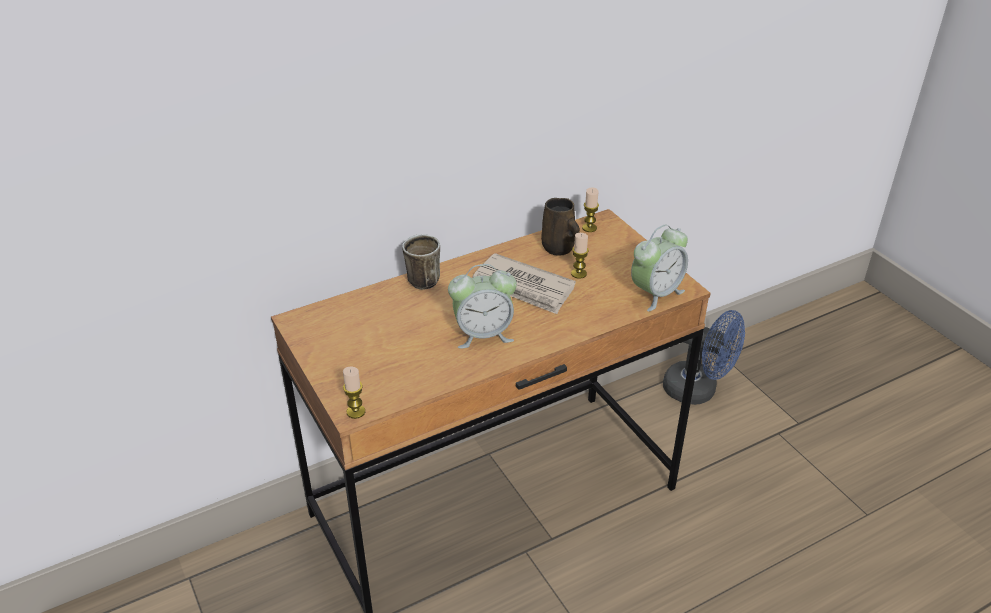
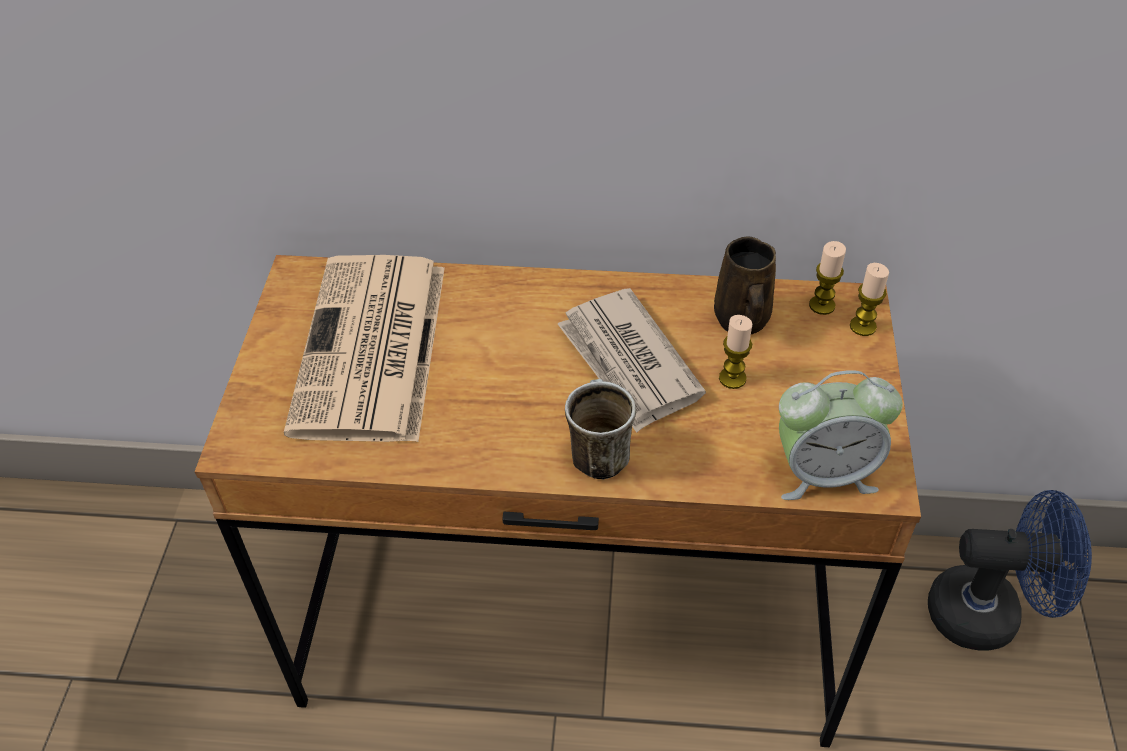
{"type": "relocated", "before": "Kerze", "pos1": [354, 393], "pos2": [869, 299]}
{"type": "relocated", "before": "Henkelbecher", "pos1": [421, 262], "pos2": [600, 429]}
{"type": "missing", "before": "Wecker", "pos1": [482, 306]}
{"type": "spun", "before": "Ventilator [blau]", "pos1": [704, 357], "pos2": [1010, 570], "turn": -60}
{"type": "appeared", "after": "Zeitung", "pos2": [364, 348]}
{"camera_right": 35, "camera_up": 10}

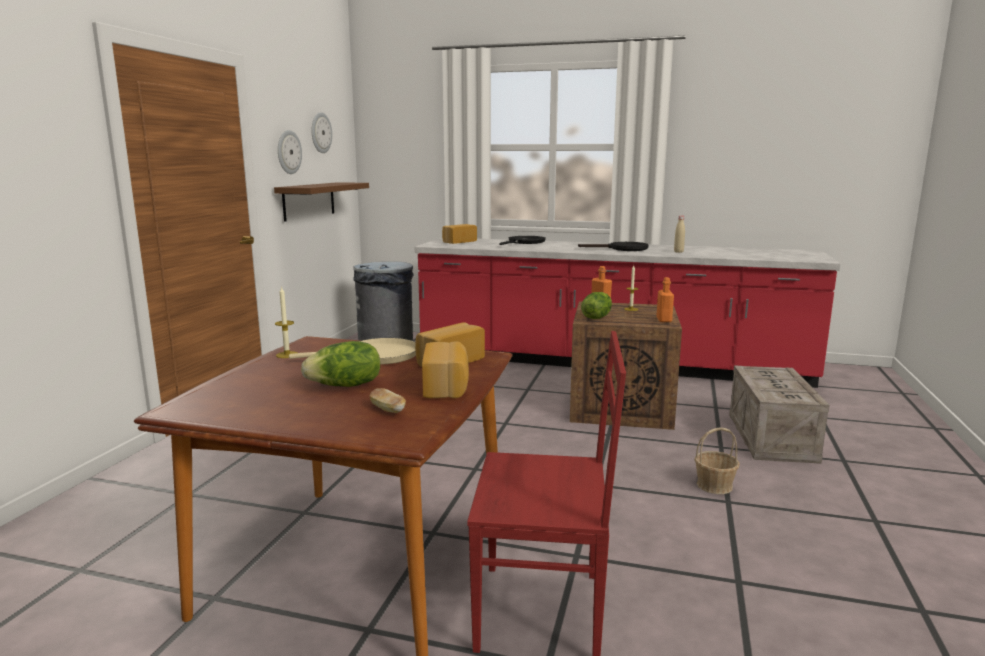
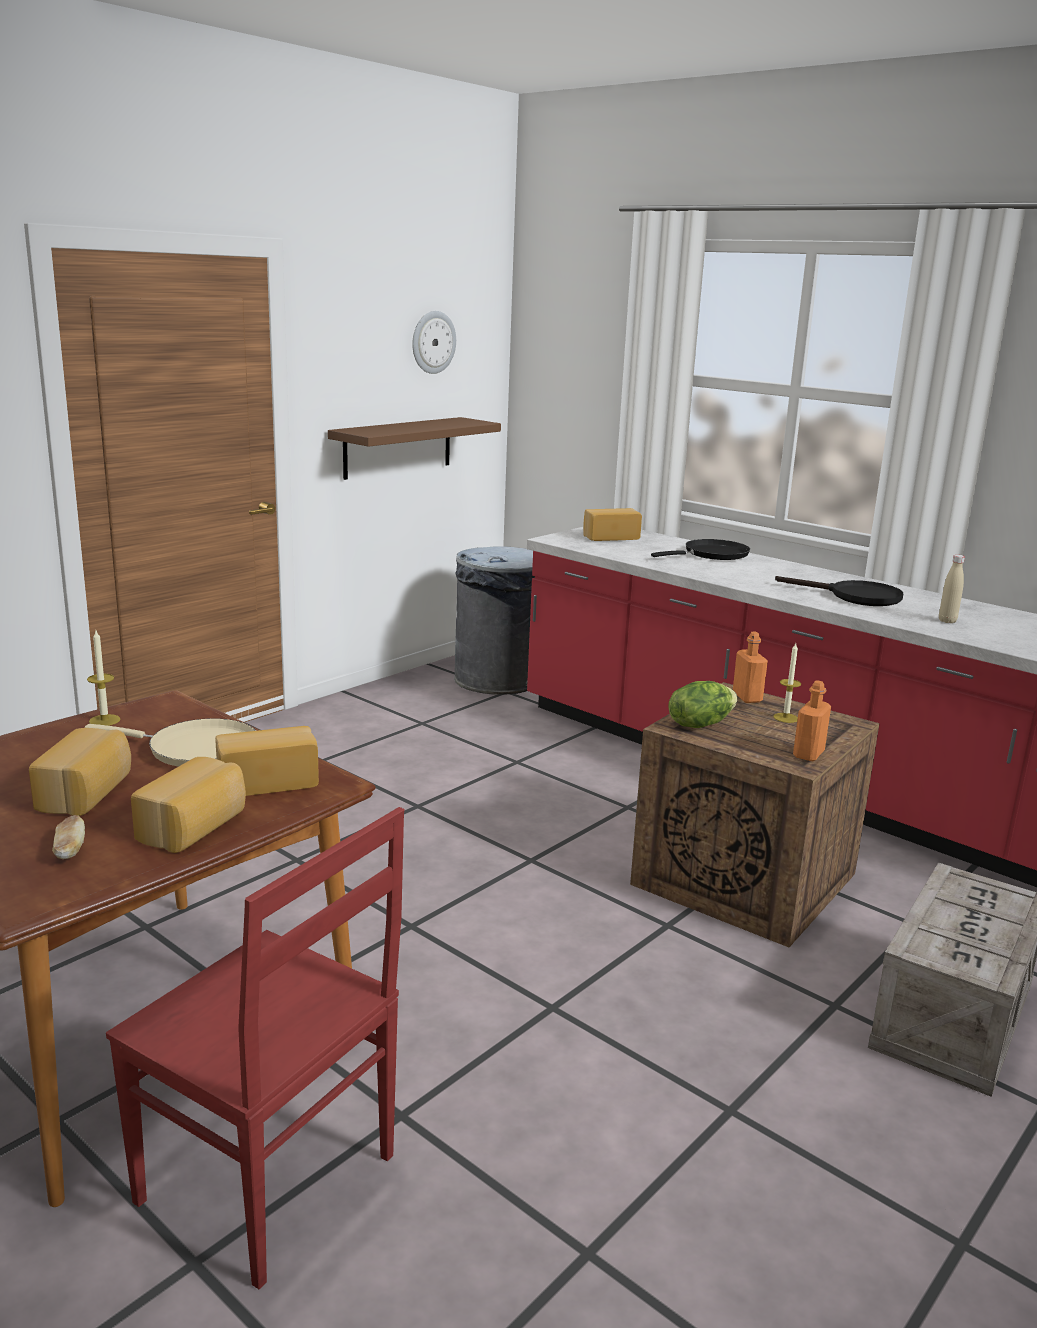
{"type": "missing", "before": "Wanduhr", "pos1": [290, 152]}
{"type": "exchanged", "before": "Salatkopf", "after": "Brot", "pos1": [340, 364], "pos2": [80, 772]}
{"type": "missing", "before": "Korb", "pos1": [717, 460]}
{"camera_right": 25, "camera_up": 5}

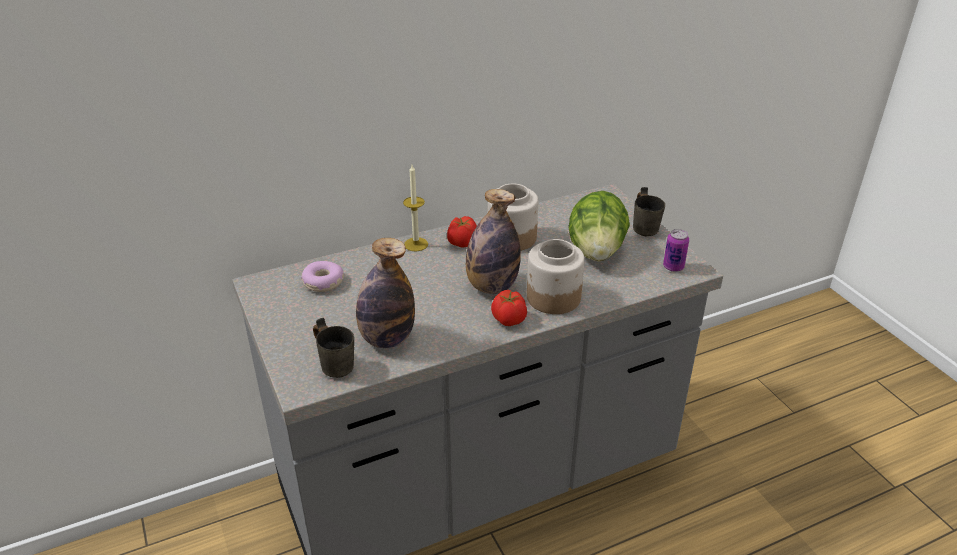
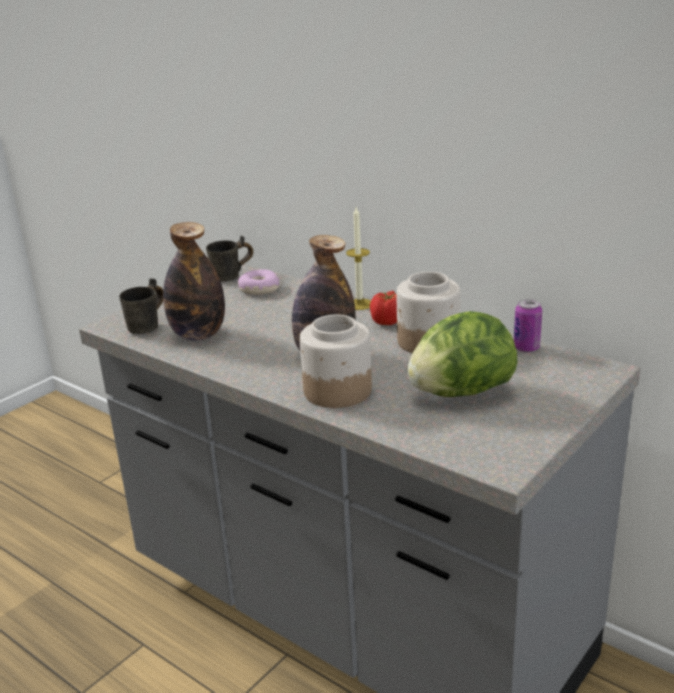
{"type": "missing", "before": "Tomate", "pos1": [509, 308]}
{"type": "relocated", "before": "Henkelbecher [grau]", "pos1": [649, 211], "pos2": [229, 258]}
{"type": "relocated", "before": "Dose", "pos1": [676, 250], "pos2": [528, 326]}
{"camera_right": 65, "camera_up": -10}

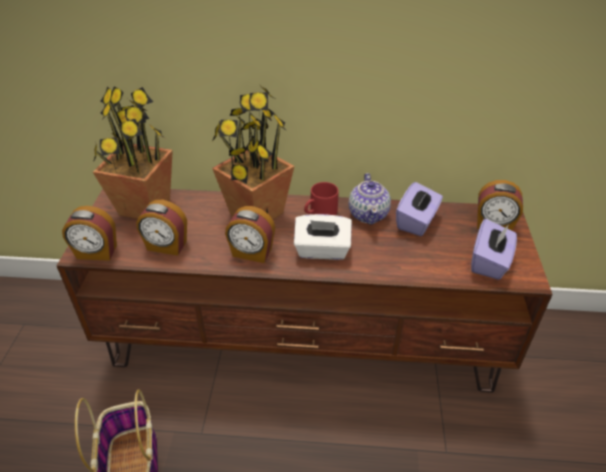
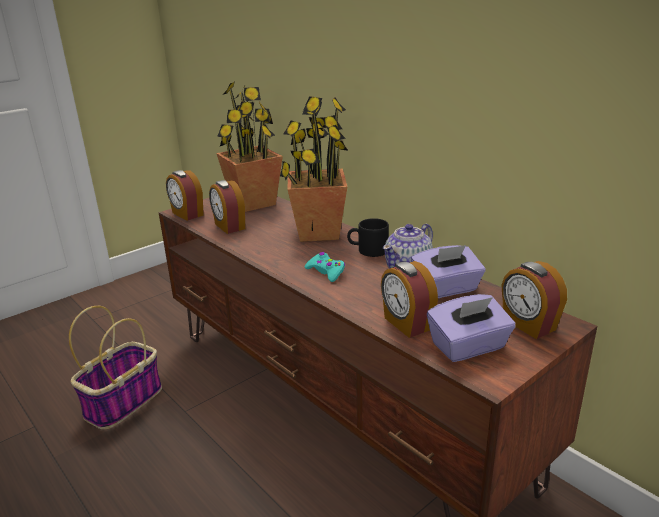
{"type": "relocated", "before": "Wecker", "pos1": [250, 234], "pos2": [409, 299]}
{"type": "exchanged", "before": "Taschentuchbox [weiß]", "after": "Gamepad [türkis]", "pos1": [323, 237], "pos2": [324, 267]}
{"type": "colour", "before": "Henkelbecher [rot]", "after": "Henkelbecher [schwarz]", "pos1": [321, 198], "pos2": [368, 237]}
{"camera_right": 45, "camera_up": -15}

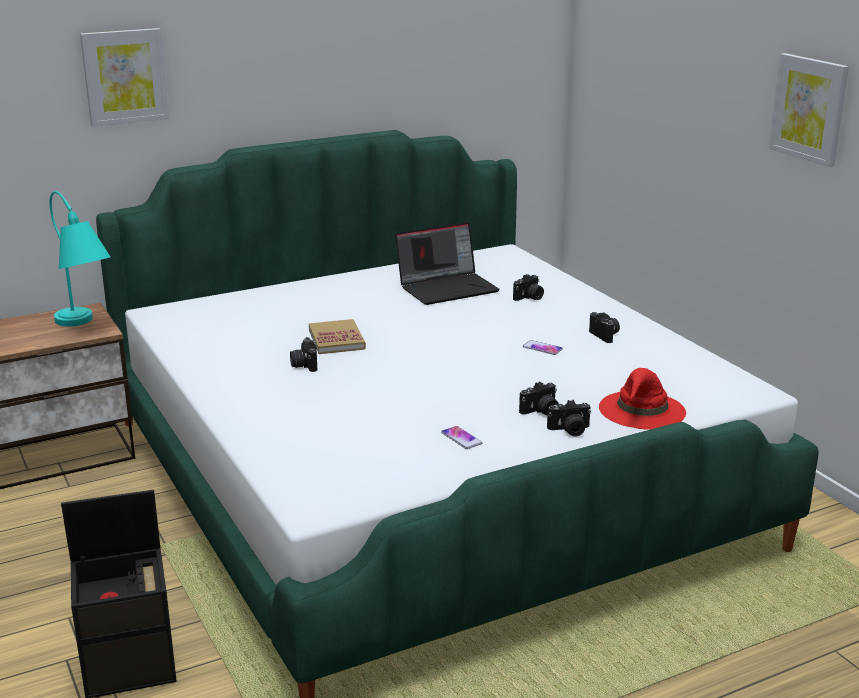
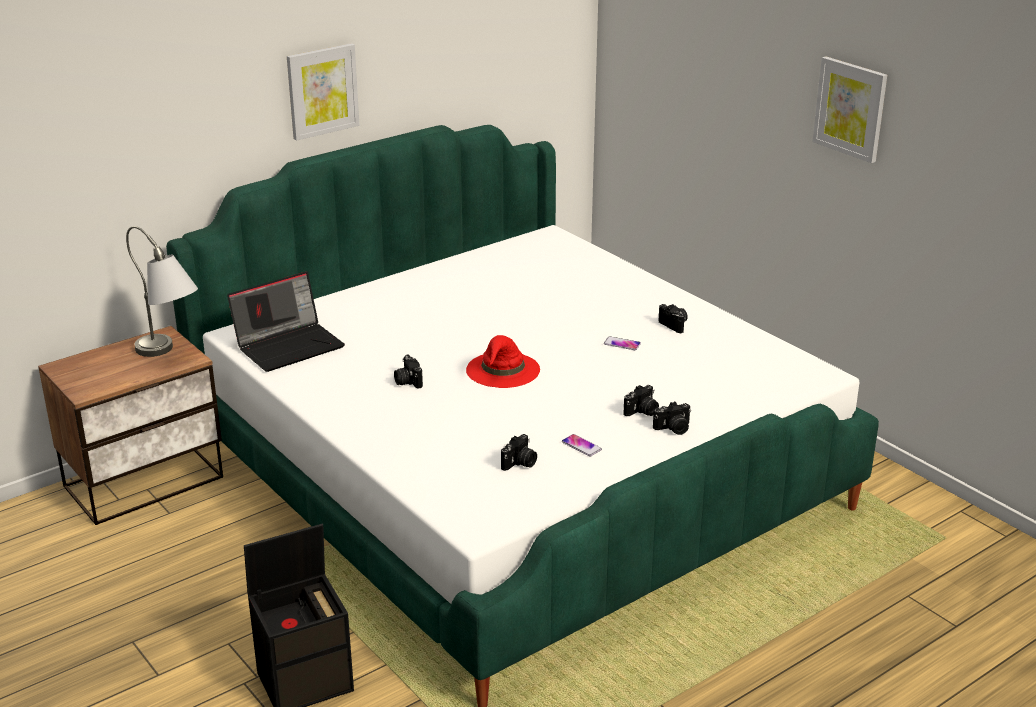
{"type": "colour", "before": "Tischlampe [türkis]", "after": "Tischlampe [grau]", "pos1": [80, 259], "pos2": [162, 291]}
{"type": "relocated", "before": "Bild", "pos1": [124, 77], "pos2": [323, 92]}
{"type": "missing", "before": "Buch", "pos1": [337, 336]}
{"type": "relocated", "before": "Laptop", "pos1": [447, 263], "pos2": [286, 321]}
{"type": "relocated", "before": "Kamera", "pos1": [528, 287], "pos2": [519, 452]}
{"type": "relocated", "before": "Hut [rot]", "pos1": [642, 399], "pos2": [503, 361]}
{"camera_right": -10, "camera_up": 5}

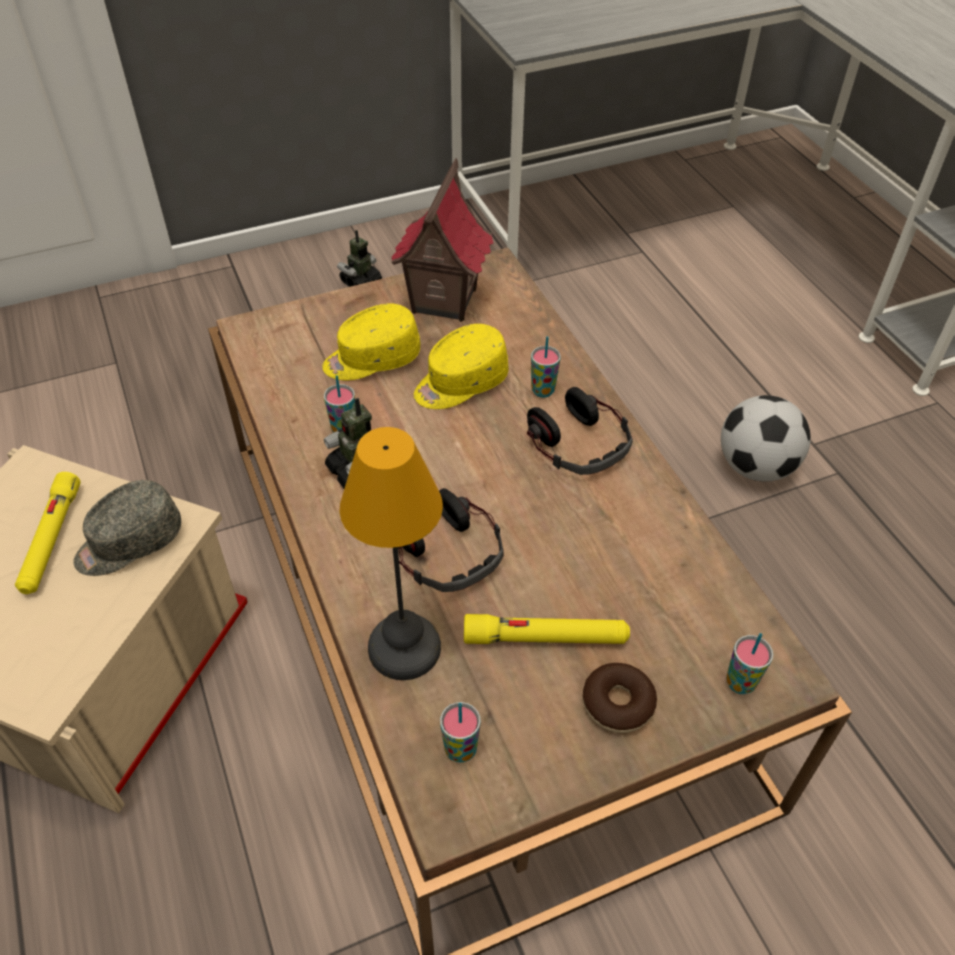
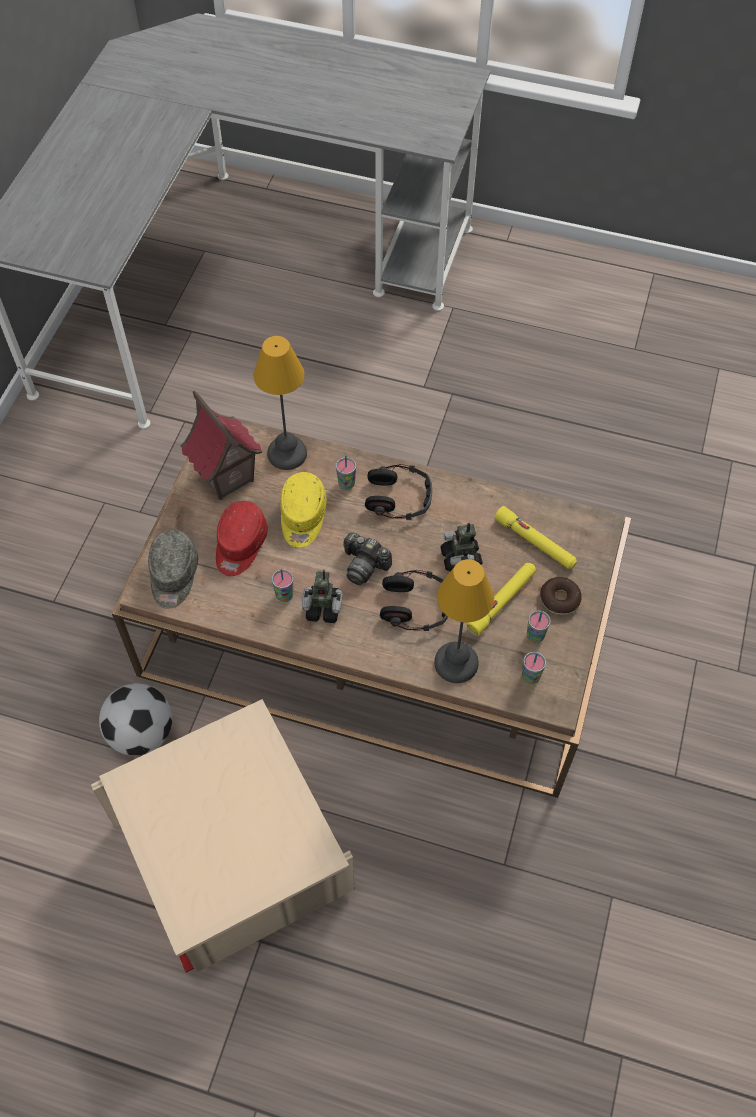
{"type": "relocated", "before": "Taschenlampe [gelb]", "pos1": [48, 533], "pos2": [536, 537]}
{"type": "relocated", "before": "Kappe [grau]", "pos1": [127, 528], "pos2": [173, 569]}
{"type": "colour", "before": "Kappe [gelb]", "after": "Kappe [rot]", "pos1": [371, 342], "pos2": [242, 538]}
{"type": "relocated", "before": "Spielzeugroboter", "pos1": [359, 258], "pos2": [461, 547]}
{"type": "relocated", "before": "Fußball", "pos1": [766, 438], "pos2": [135, 719]}
{"type": "relocated", "before": "Tasse", "pos1": [749, 663], "pos2": [538, 627]}
{"type": "appeared", "after": "Tischlampe", "pos2": [280, 403]}
{"type": "appeared", "after": "Kamera", "pos2": [367, 558]}
{"camera_right": -50, "camera_up": 10}

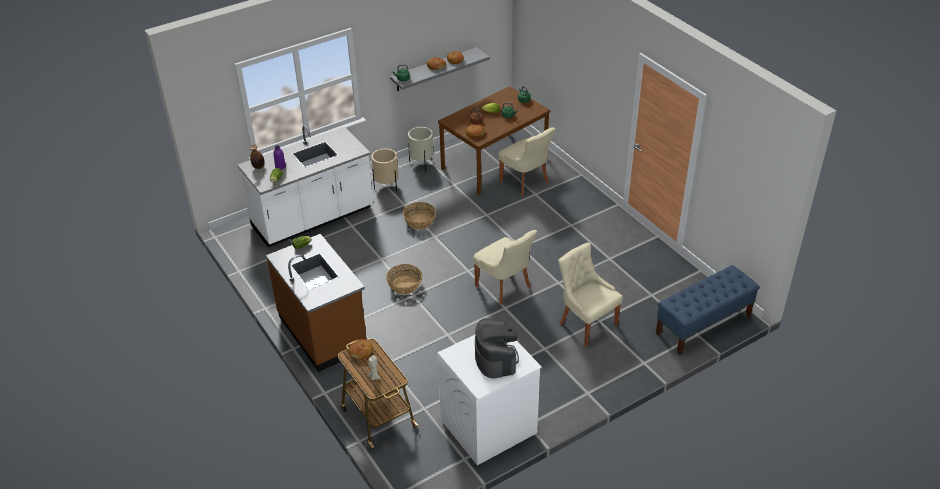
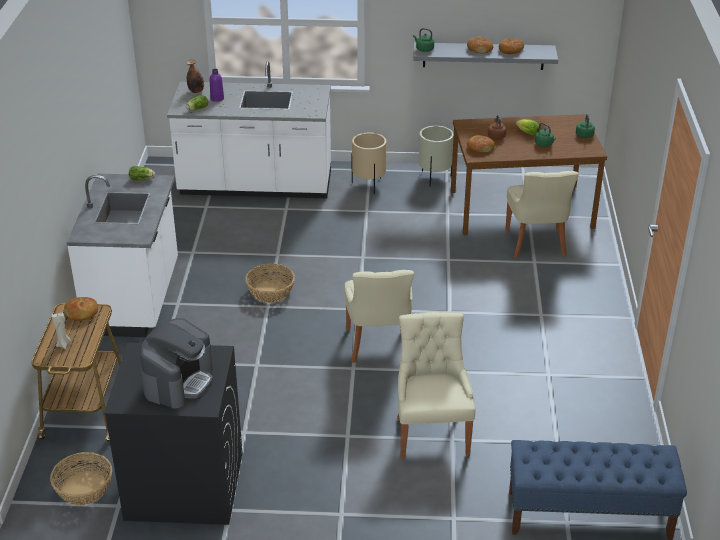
{"type": "colour", "before": "Küchenzeile [braun]", "after": "Küchenzeile [weiß]", "pos1": [316, 303], "pos2": [122, 255]}
{"type": "relocated", "before": "Korb", "pos1": [419, 215], "pos2": [81, 478]}
{"type": "colour", "before": "Waschmaschine [weiß]", "after": "Waschmaschine [schwarz]", "pos1": [489, 400], "pos2": [173, 434]}
{"camera_right": 35, "camera_up": -5}

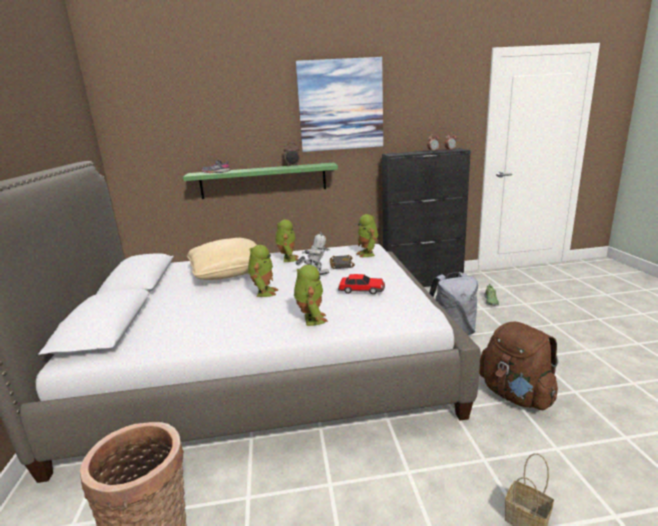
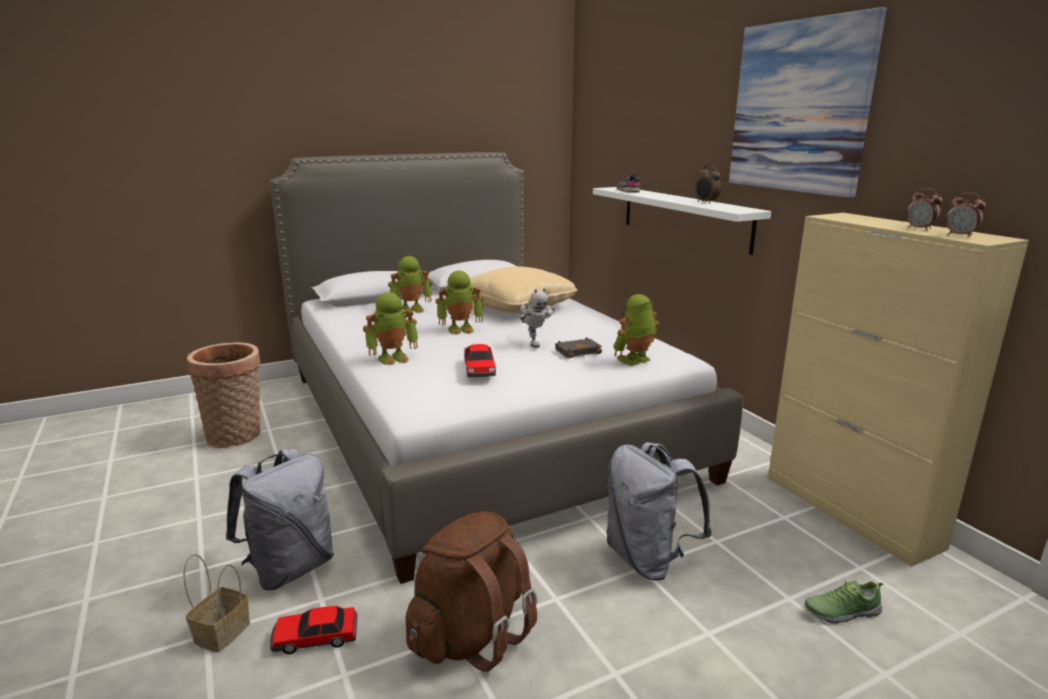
{"type": "colour", "before": "Wandregal [grün]", "after": "Wandregal [weiß]", "pos1": [260, 181], "pos2": [682, 221]}
{"type": "relocated", "before": "Spielzeugroboter", "pos1": [287, 240], "pos2": [410, 284]}
{"type": "colour", "before": "Schrank [schwarz]", "after": "Schrank [beige]", "pos1": [426, 217], "pos2": [898, 390]}
{"type": "appeared", "after": "Rucksack [grau]", "pos2": [280, 519]}
{"type": "appeared", "after": "Spielzeugauto", "pos2": [313, 630]}
{"camera_right": 70, "camera_up": 0}

